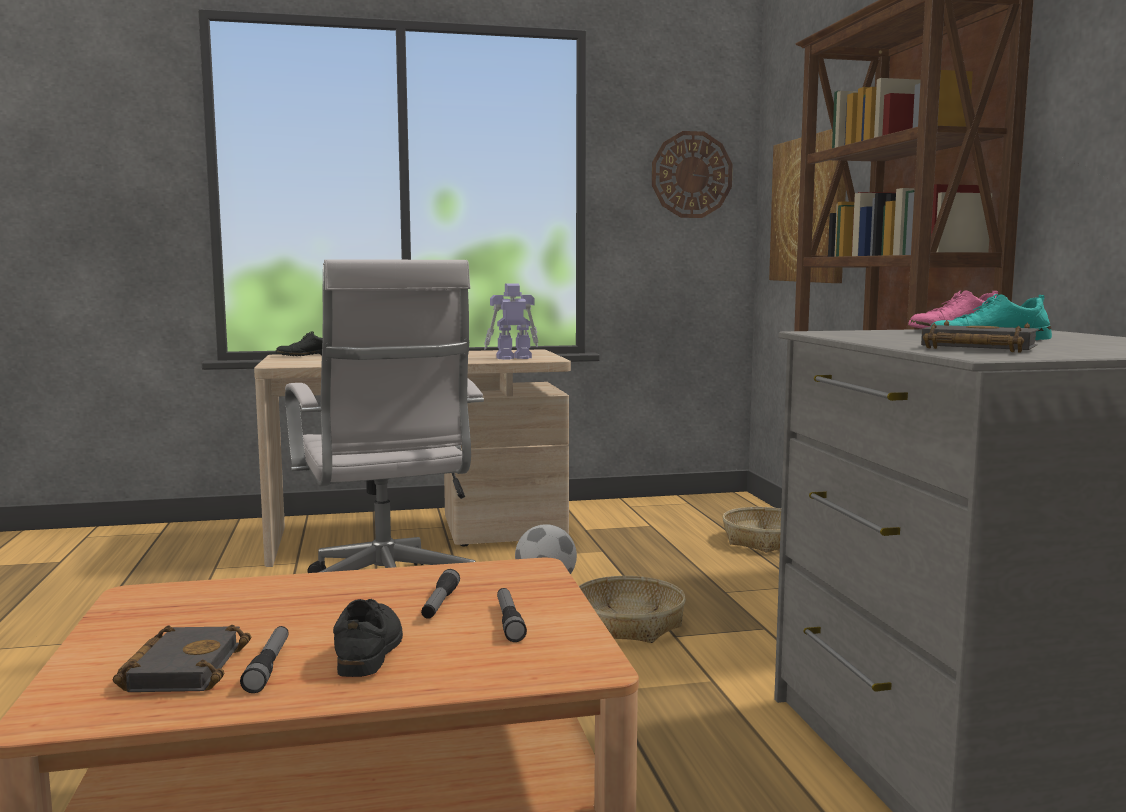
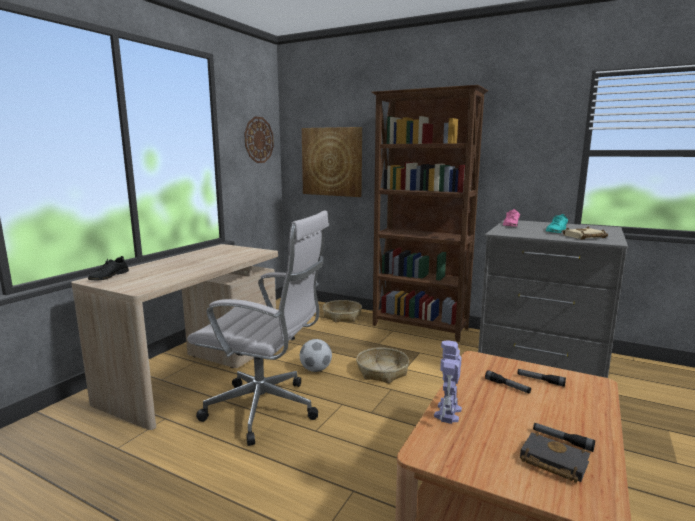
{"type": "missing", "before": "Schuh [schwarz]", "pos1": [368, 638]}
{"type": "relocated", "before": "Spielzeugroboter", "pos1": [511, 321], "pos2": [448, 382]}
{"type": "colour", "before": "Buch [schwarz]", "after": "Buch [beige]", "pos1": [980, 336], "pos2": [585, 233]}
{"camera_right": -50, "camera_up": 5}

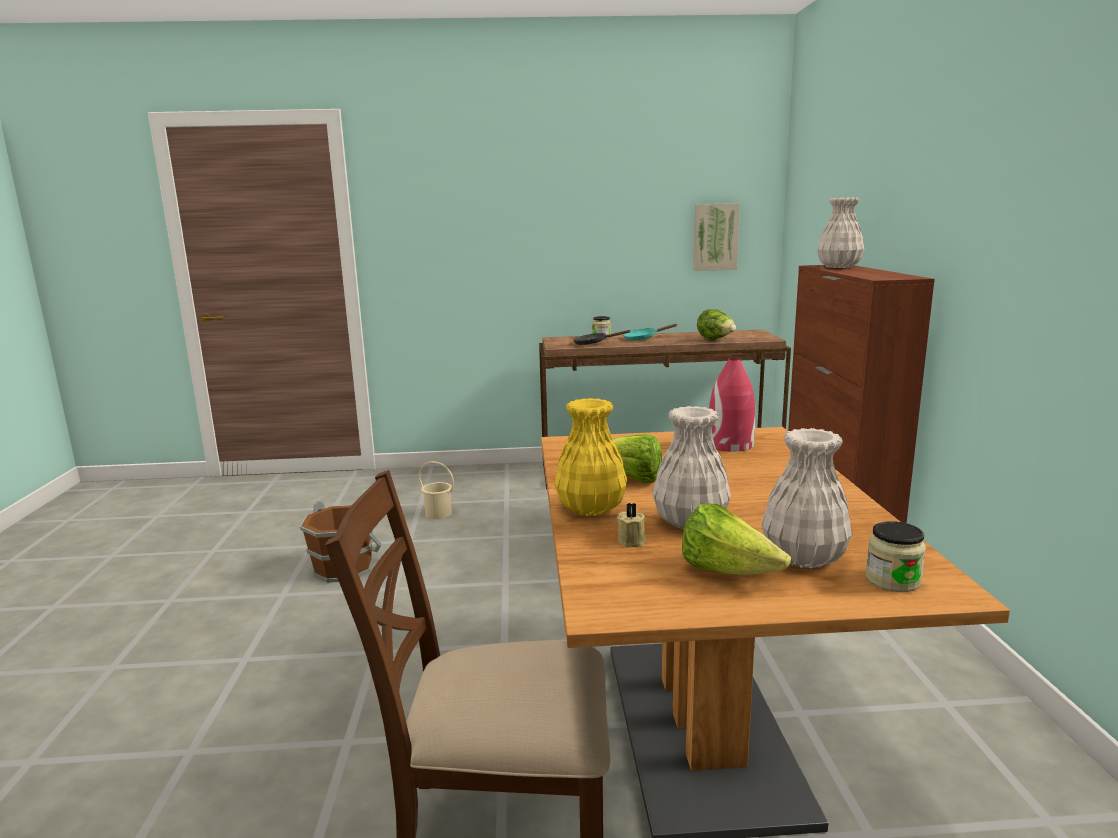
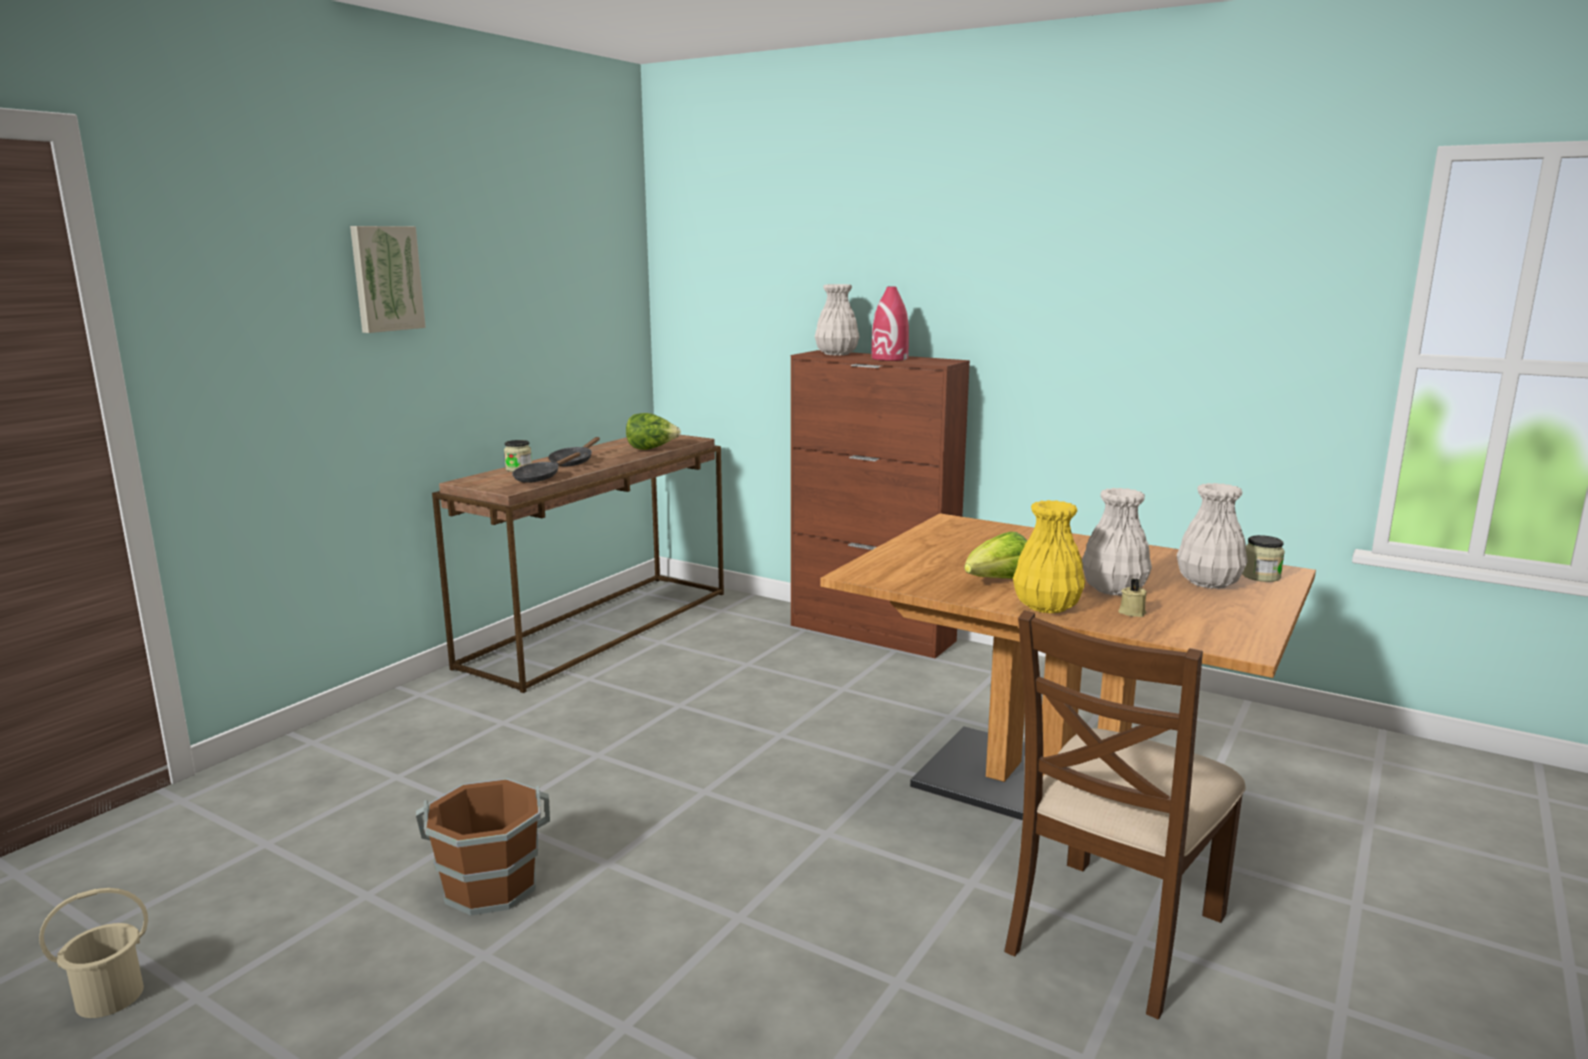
{"type": "relocated", "before": "Eimer [beige]", "pos1": [436, 490], "pos2": [93, 953]}
{"type": "colour", "before": "Pfanne [türkis]", "after": "Pfanne [schwarz]", "pos1": [650, 332], "pos2": [574, 451]}
{"type": "missing", "before": "Salatkopf", "pos1": [736, 539]}
{"type": "relocated", "before": "Bild", "pos1": [716, 237], "pos2": [388, 279]}
{"type": "relocated", "before": "Vase [rot]", "pos1": [732, 405], "pos2": [890, 323]}
{"camera_right": -55, "camera_up": 0}

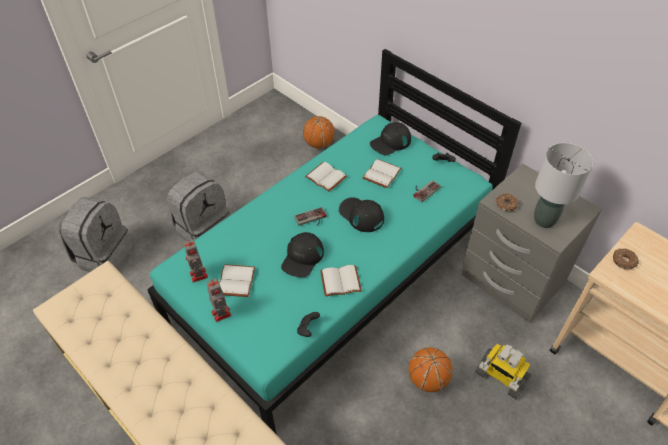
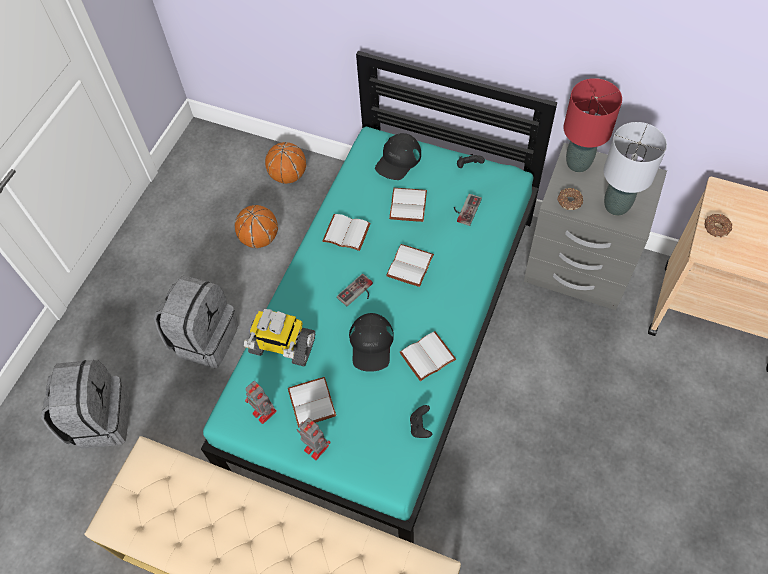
{"type": "exchanged", "before": "Kappe [schwarz]", "after": "Buch [weiß]", "pos1": [361, 214], "pos2": [410, 265]}
{"type": "relocated", "before": "Basketball", "pos1": [431, 369], "pos2": [256, 226]}
{"type": "relocated", "before": "Spielzeugroboter", "pos1": [503, 372], "pos2": [279, 338]}
{"type": "appeared", "after": "Tischlampe [rot]", "pos2": [593, 125]}
{"camera_right": -20, "camera_up": 10}

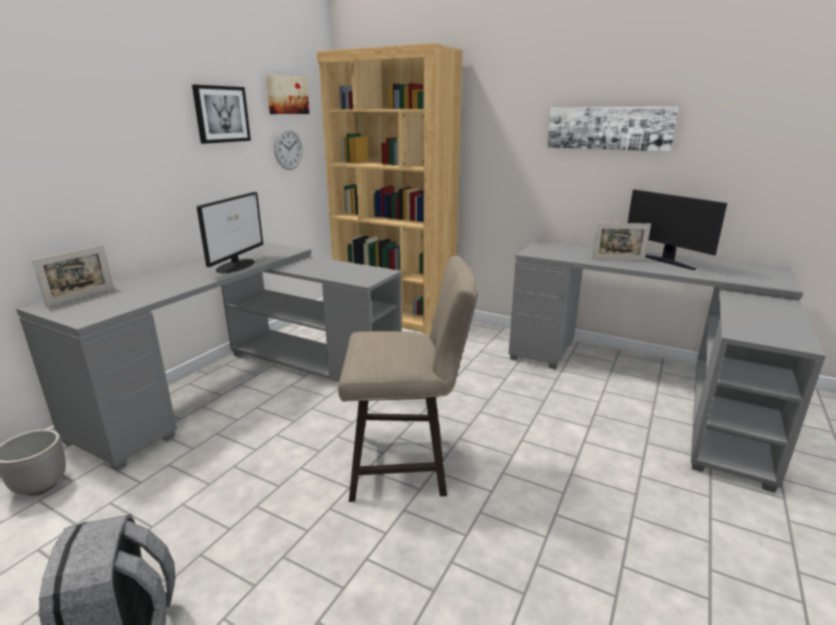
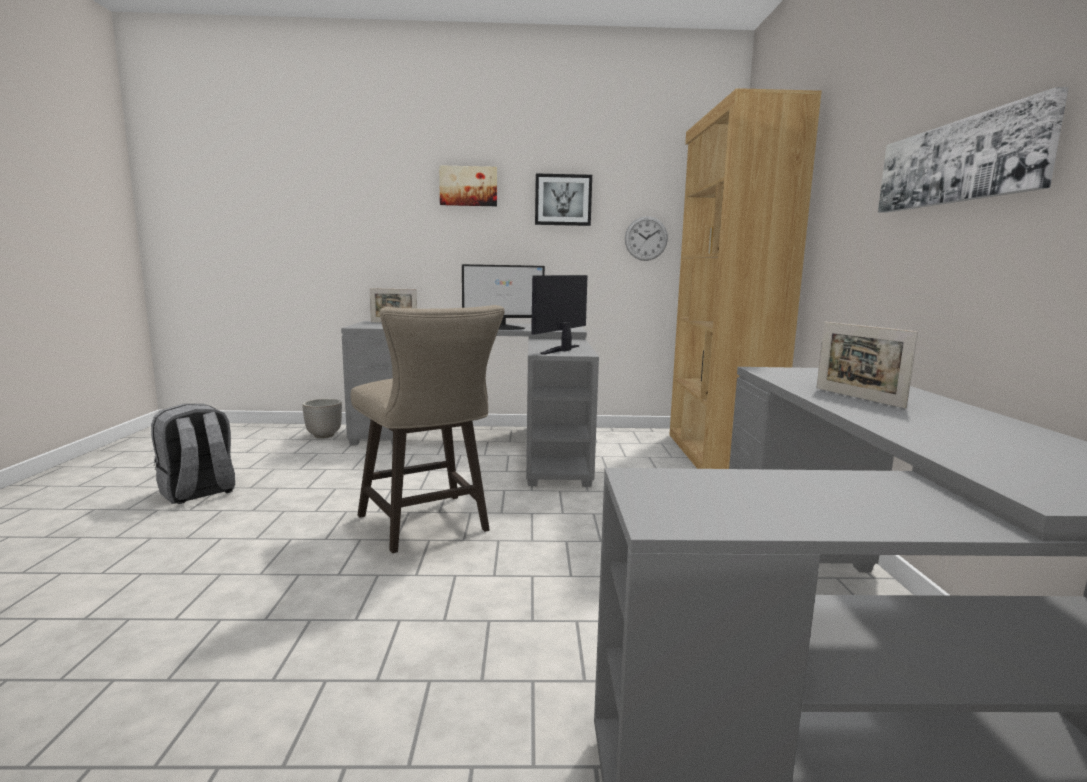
{"type": "relocated", "before": "Bild", "pos1": [287, 94], "pos2": [468, 185]}
{"type": "relocated", "before": "Monitor", "pos1": [677, 230], "pos2": [559, 315]}
{"camera_right": 60, "camera_up": -10}

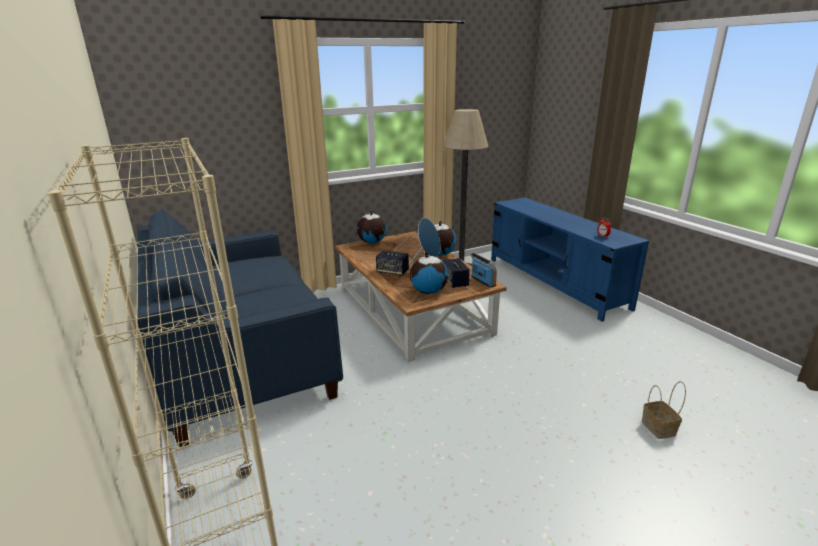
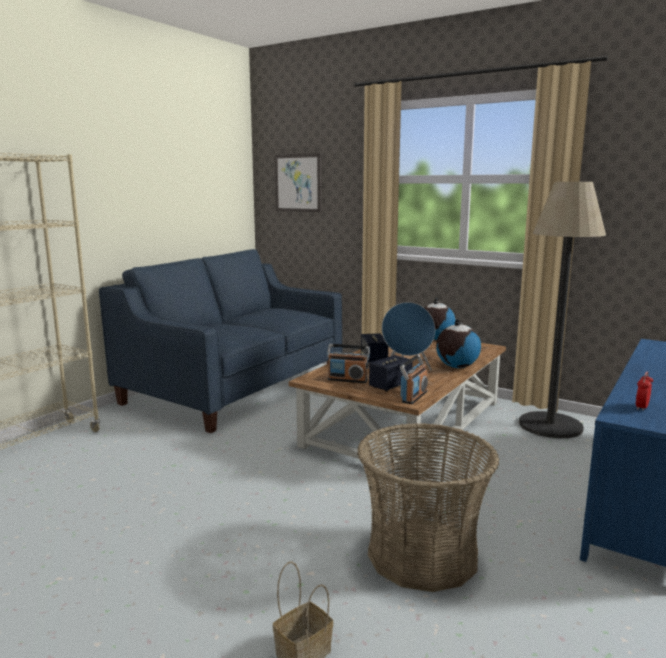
{"type": "exchanged", "before": "Globus", "after": "Radio", "pos1": [429, 273], "pos2": [348, 363]}
{"type": "appeared", "after": "Bild", "pos2": [297, 182]}
{"type": "appeared", "after": "Korb", "pos2": [428, 507]}
{"camera_right": 60, "camera_up": -10}

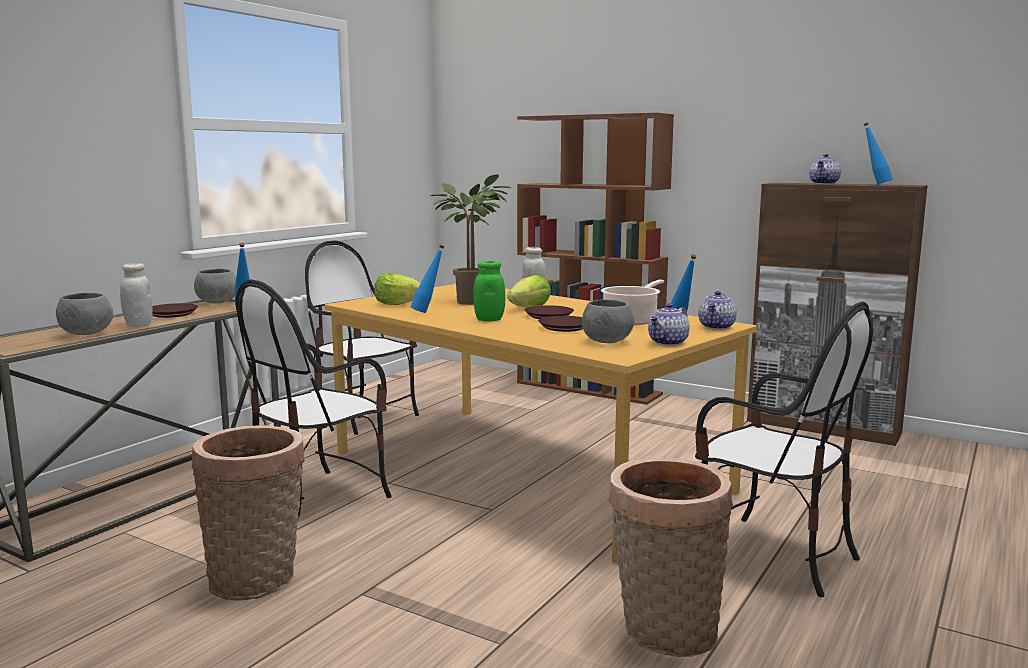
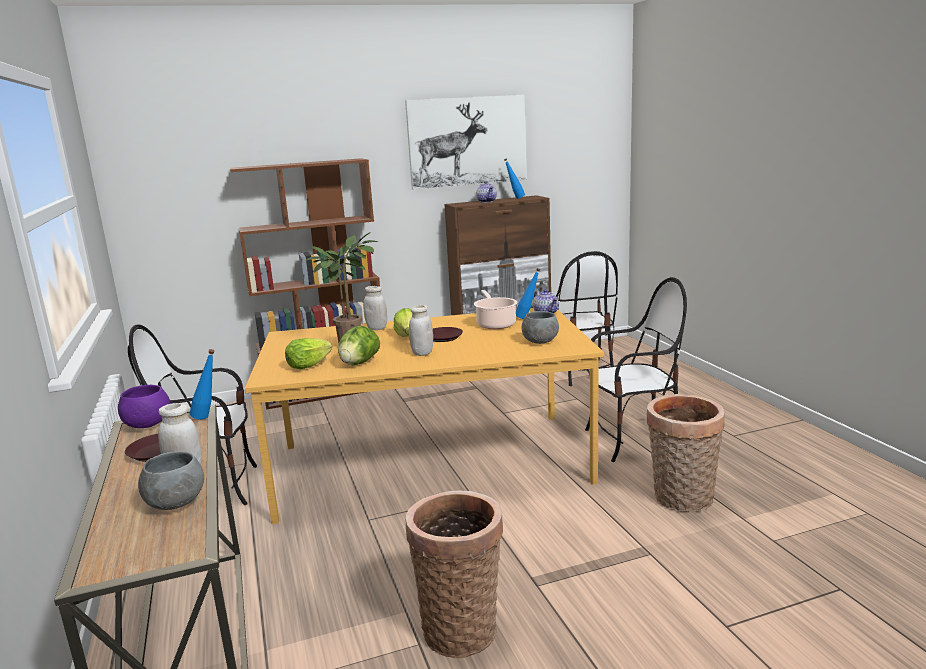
{"type": "colour", "before": "Schüssel [grau]", "after": "Schüssel [lila]", "pos1": [215, 286], "pos2": [144, 406]}
{"type": "relocated", "before": "Stuhl", "pos1": [314, 399], "pos2": [582, 318]}
{"type": "exchanged", "before": "Flasche [blau]", "after": "Salatkopf", "pos1": [428, 279], "pos2": [359, 345]}
{"type": "colour", "before": "Vorratsglas [grün]", "after": "Vorratsglas [weiß]", "pos1": [489, 291], "pos2": [421, 330]}
{"type": "missing", "before": "Teller [braun]", "pos1": [560, 324]}
{"type": "missing", "before": "Teekanne", "pos1": [669, 324]}
{"type": "appeared", "after": "Bild", "pos2": [466, 142]}
{"camera_right": -50, "camera_up": 5}

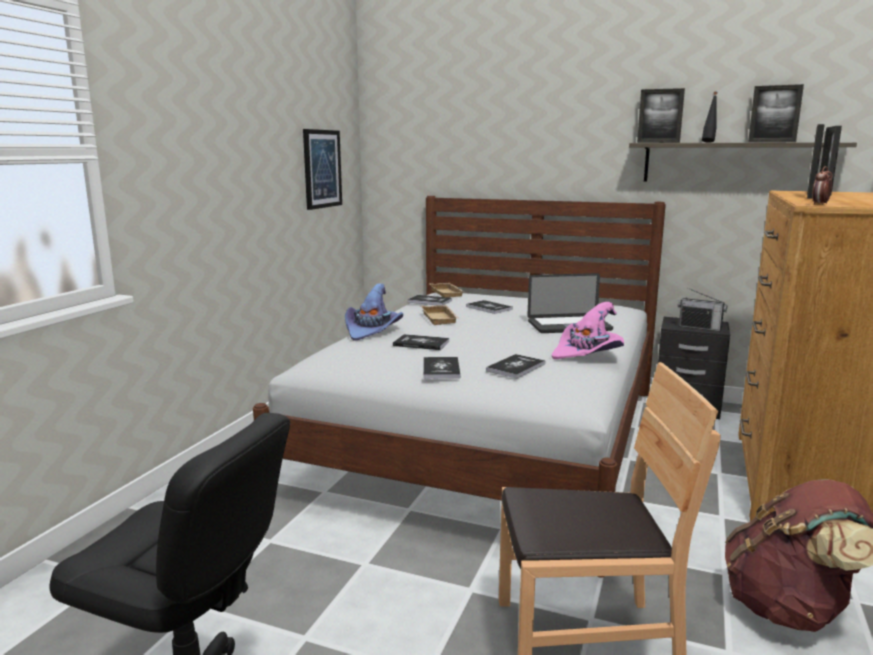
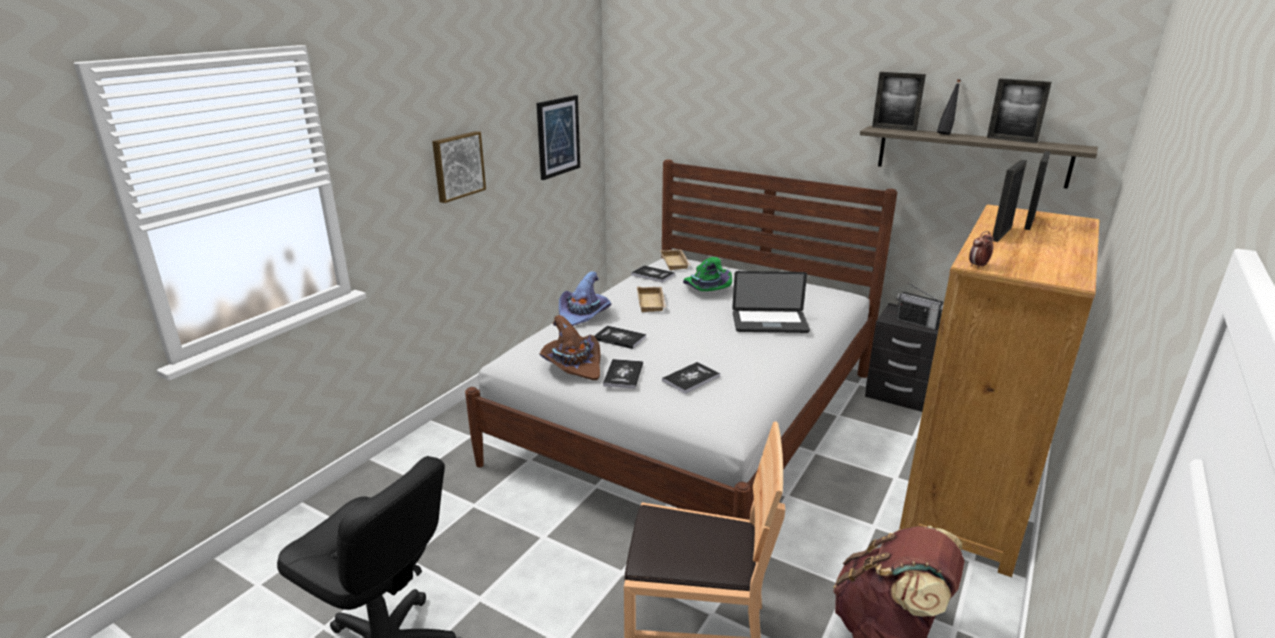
{"type": "exchanged", "before": "Buch", "after": "Hut [grün]", "pos1": [489, 307], "pos2": [707, 274]}
{"type": "missing", "before": "Hut [rosa]", "pos1": [588, 330]}
{"type": "appeared", "after": "Bild", "pos2": [459, 167]}
{"type": "appeared", "after": "Hut [braun]", "pos2": [570, 347]}
{"camera_right": 10, "camera_up": 10}

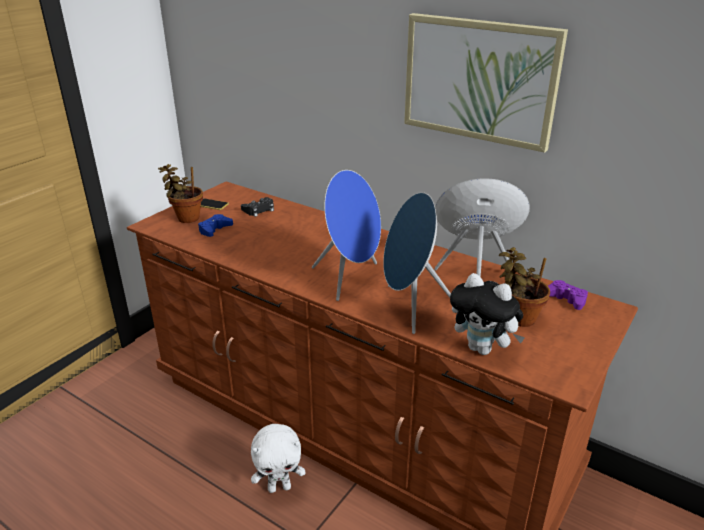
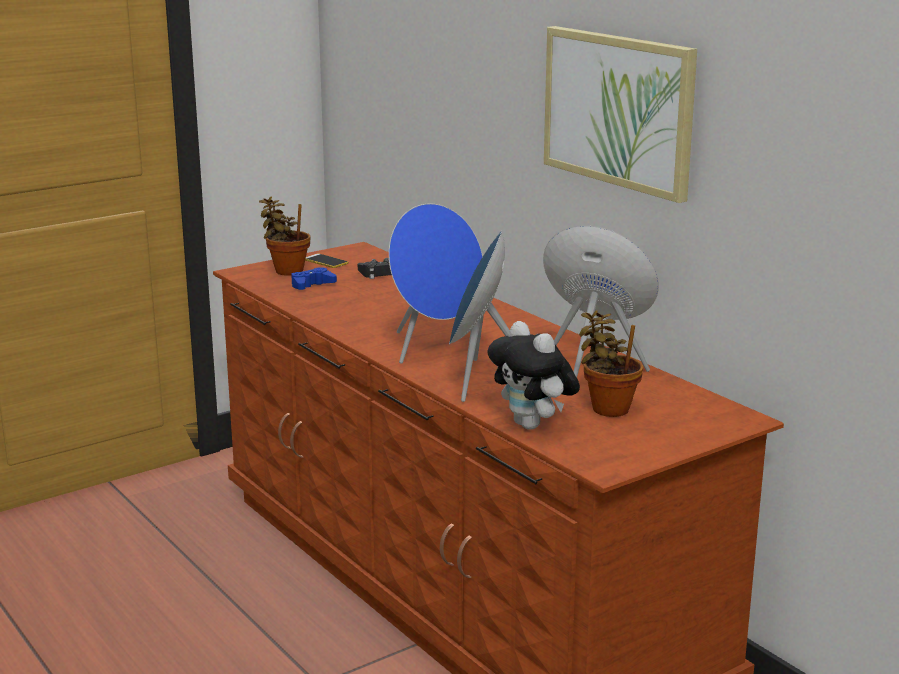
{"type": "missing", "before": "Plüschtier [weiß]", "pos1": [278, 458]}
{"type": "missing", "before": "Gamepad [lila]", "pos1": [568, 295]}
{"camera_right": 20, "camera_up": -10}

